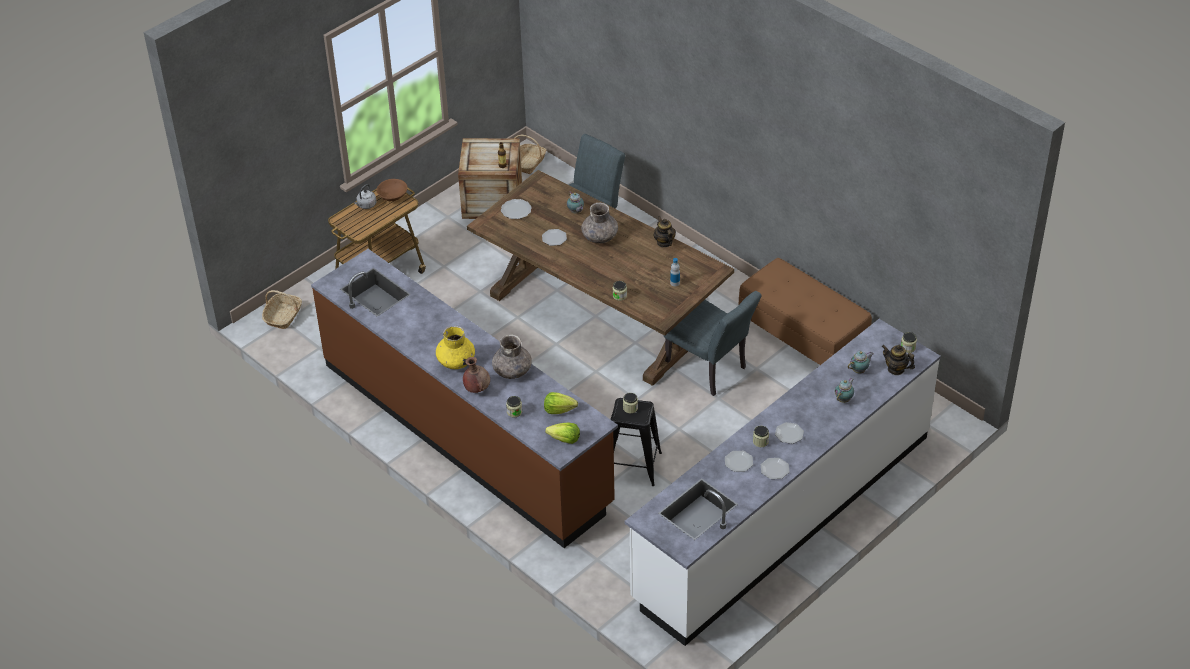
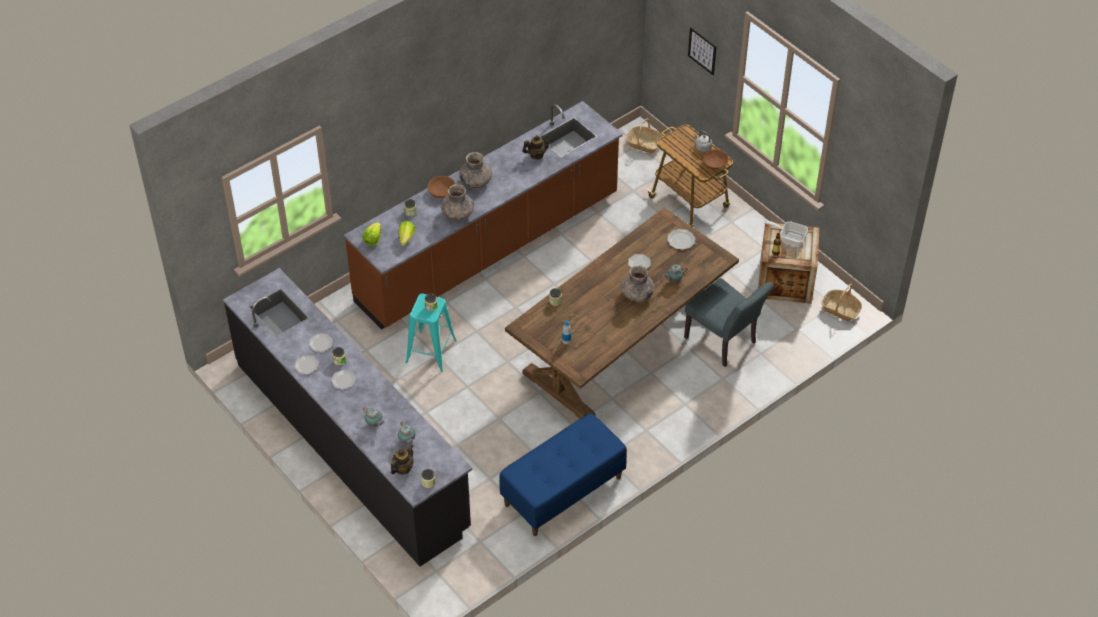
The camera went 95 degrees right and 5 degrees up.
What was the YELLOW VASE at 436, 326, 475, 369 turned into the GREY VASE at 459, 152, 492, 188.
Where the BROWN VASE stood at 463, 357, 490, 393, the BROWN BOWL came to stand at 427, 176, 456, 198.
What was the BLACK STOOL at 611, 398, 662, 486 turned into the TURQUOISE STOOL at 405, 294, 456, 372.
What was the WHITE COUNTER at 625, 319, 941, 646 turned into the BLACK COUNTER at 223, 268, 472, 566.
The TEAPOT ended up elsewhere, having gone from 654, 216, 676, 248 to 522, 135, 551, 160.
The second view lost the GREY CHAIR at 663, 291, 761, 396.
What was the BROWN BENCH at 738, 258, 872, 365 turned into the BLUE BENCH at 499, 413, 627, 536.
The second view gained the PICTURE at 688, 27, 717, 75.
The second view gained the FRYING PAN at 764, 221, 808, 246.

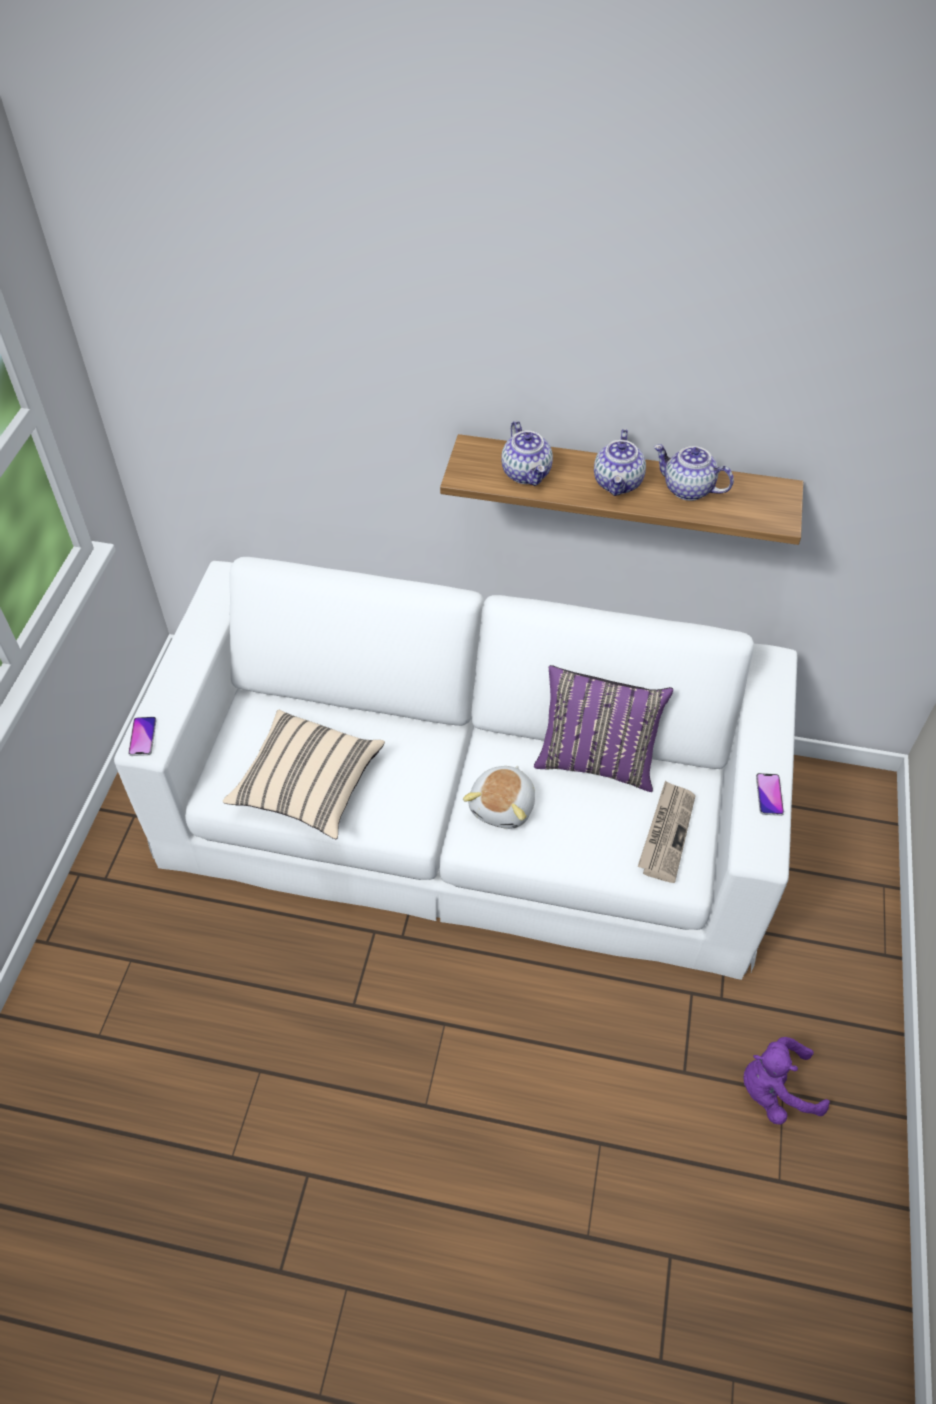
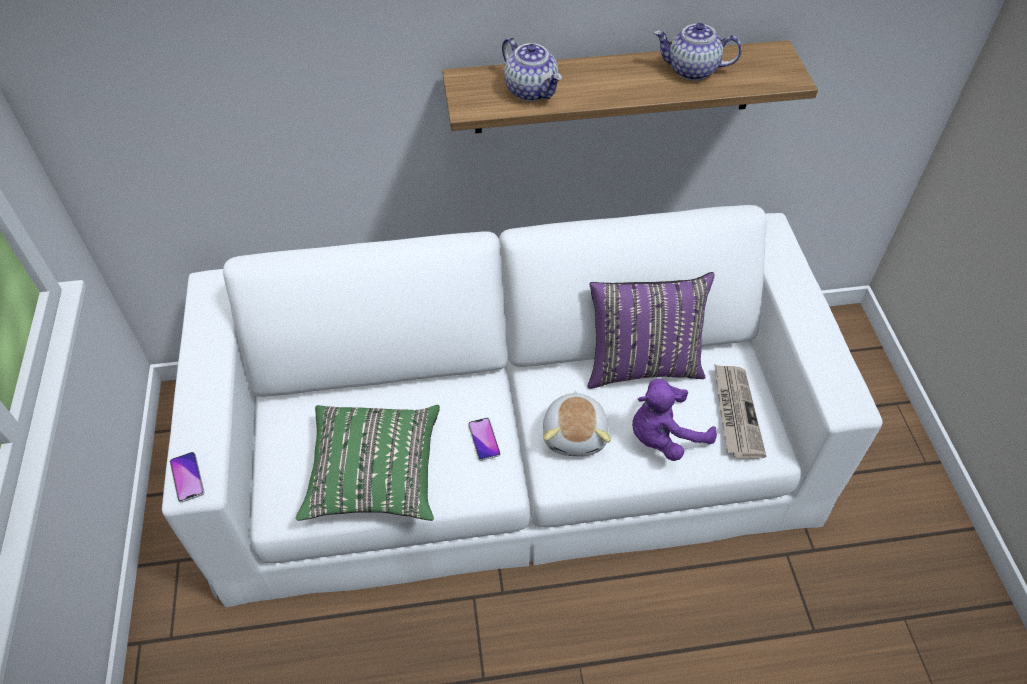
The camera went 20 degrees left and 0 degrees up.
What was the BEIGE PILLOW at 223, 710, 385, 839 turned into the GREEN PILLOW at 296, 405, 440, 521.
The second view lost the TEAPOT at 594, 429, 646, 496.
The PURPLE PLUSH TOY ended up elsewhere, having gone from 743, 1037, 830, 1125 to 632, 379, 717, 461.
The PHONE ended up elsewhere, having gone from 756, 773, 784, 816 to 468, 418, 500, 461.

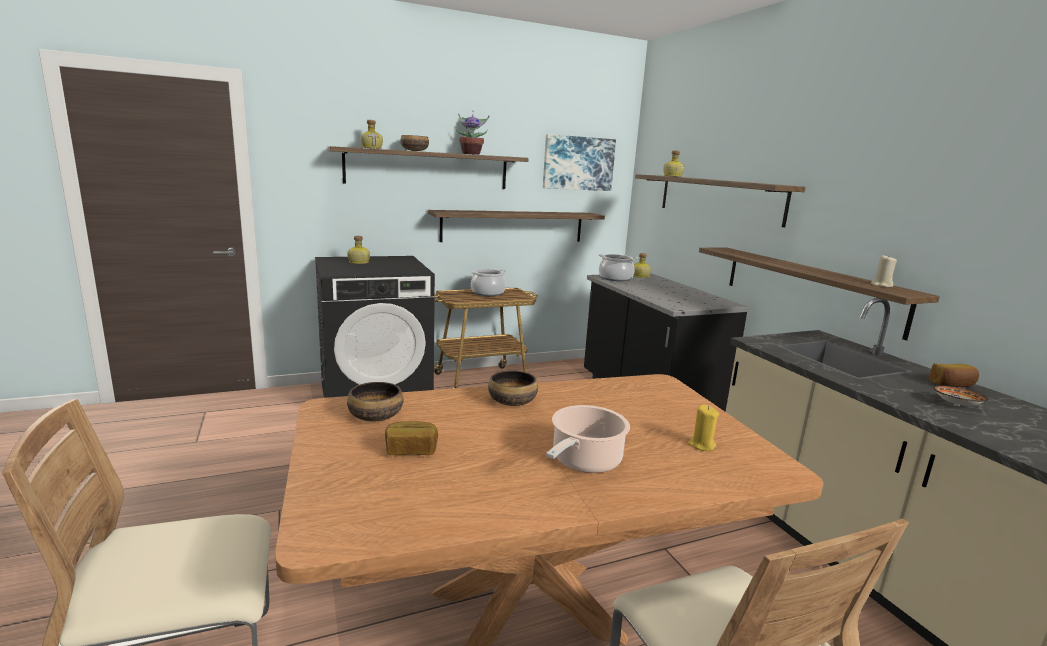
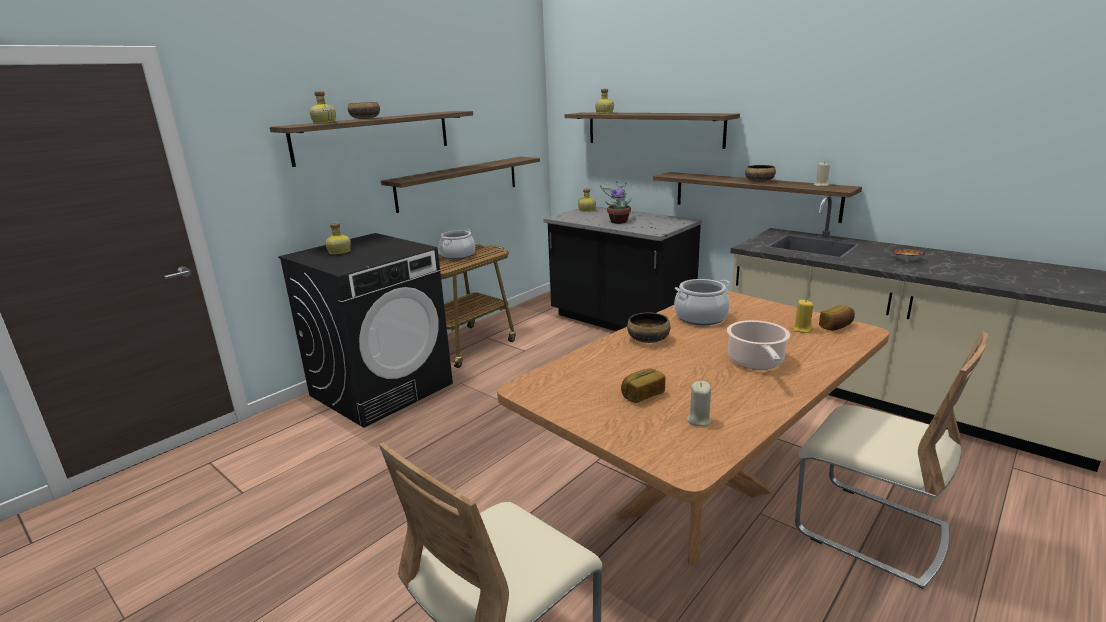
The camera went 25 degrees left and 5 degrees up.
The BOWL ended up elsewhere, having gone from 347, 382, 403, 421 to 745, 165, 776, 182.
The POTTED PLANT ended up elsewhere, having gone from 456, 114, 489, 155 to 600, 182, 632, 224.
The second view lost the PICTURE at 543, 134, 616, 191.
The COOKING POT ended up elsewhere, having gone from 598, 254, 638, 281 to 674, 279, 730, 325.
The BREAD ended up elsewhere, having gone from 929, 364, 979, 387 to 819, 305, 855, 331.
The second view gained the BEIGE CANDLE at 687, 381, 712, 427.

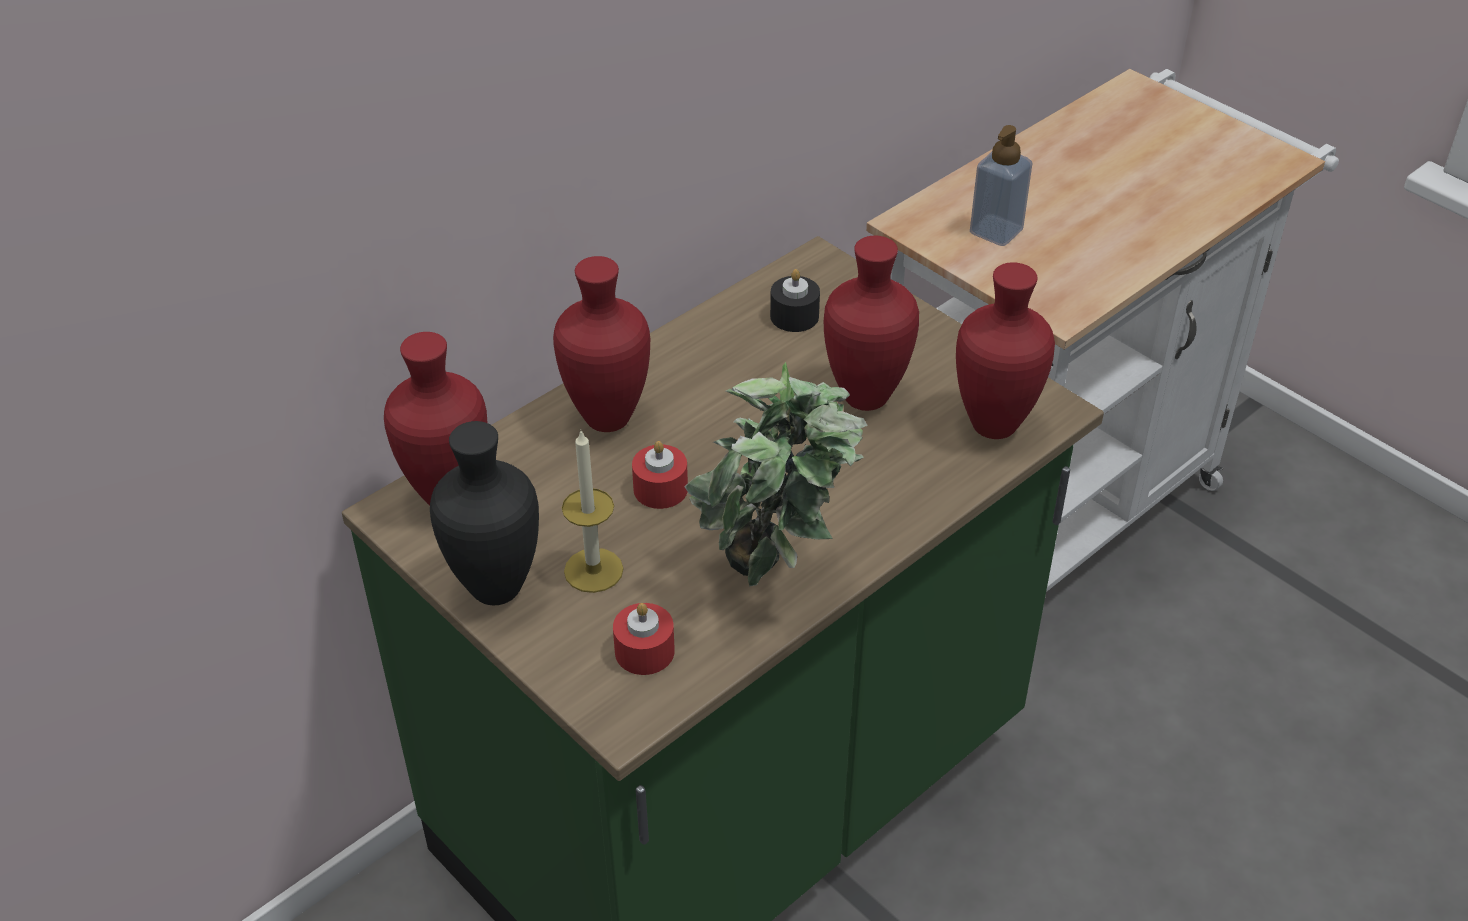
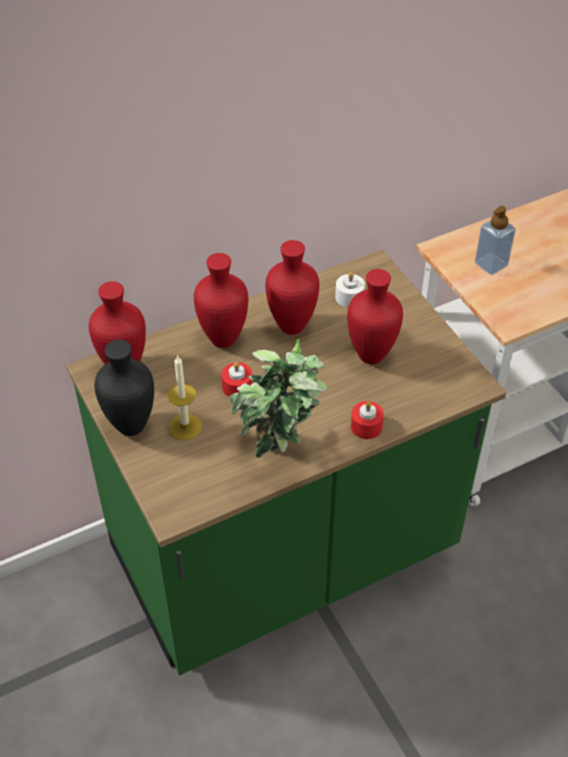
The camera went 15 degrees right and 5 degrees up.
The RED CANDLE ended up elsewhere, having gone from 613, 603, 675, 675 to 351, 401, 384, 439.
What was the BLACK CANDLE at 770, 269, 820, 332 turned into the WHITE CANDLE at 335, 272, 365, 307.
The RED VASE ended up elsewhere, having gone from 956, 262, 1055, 439 to 265, 240, 319, 335.

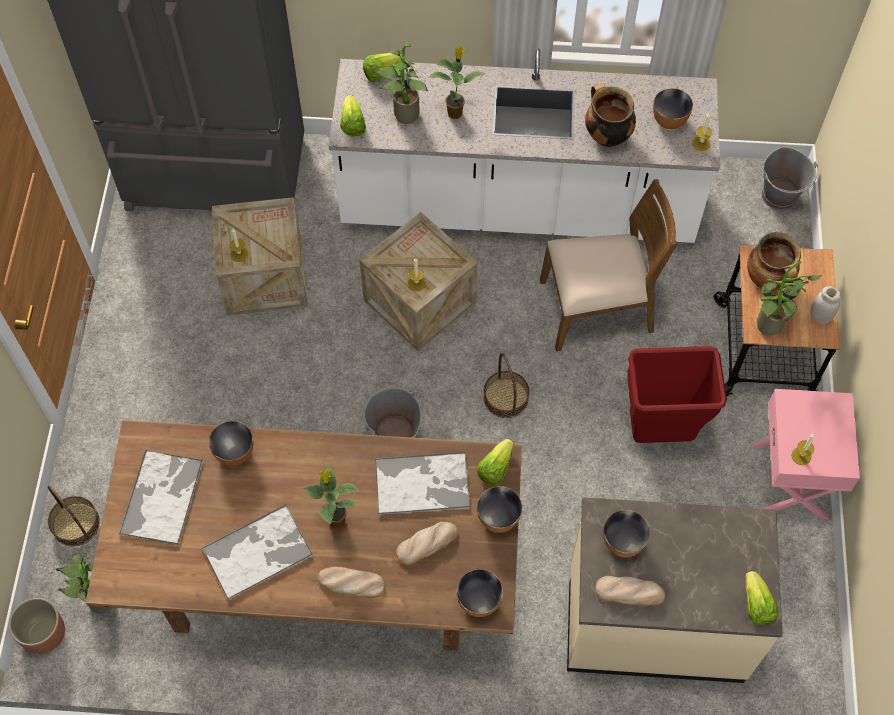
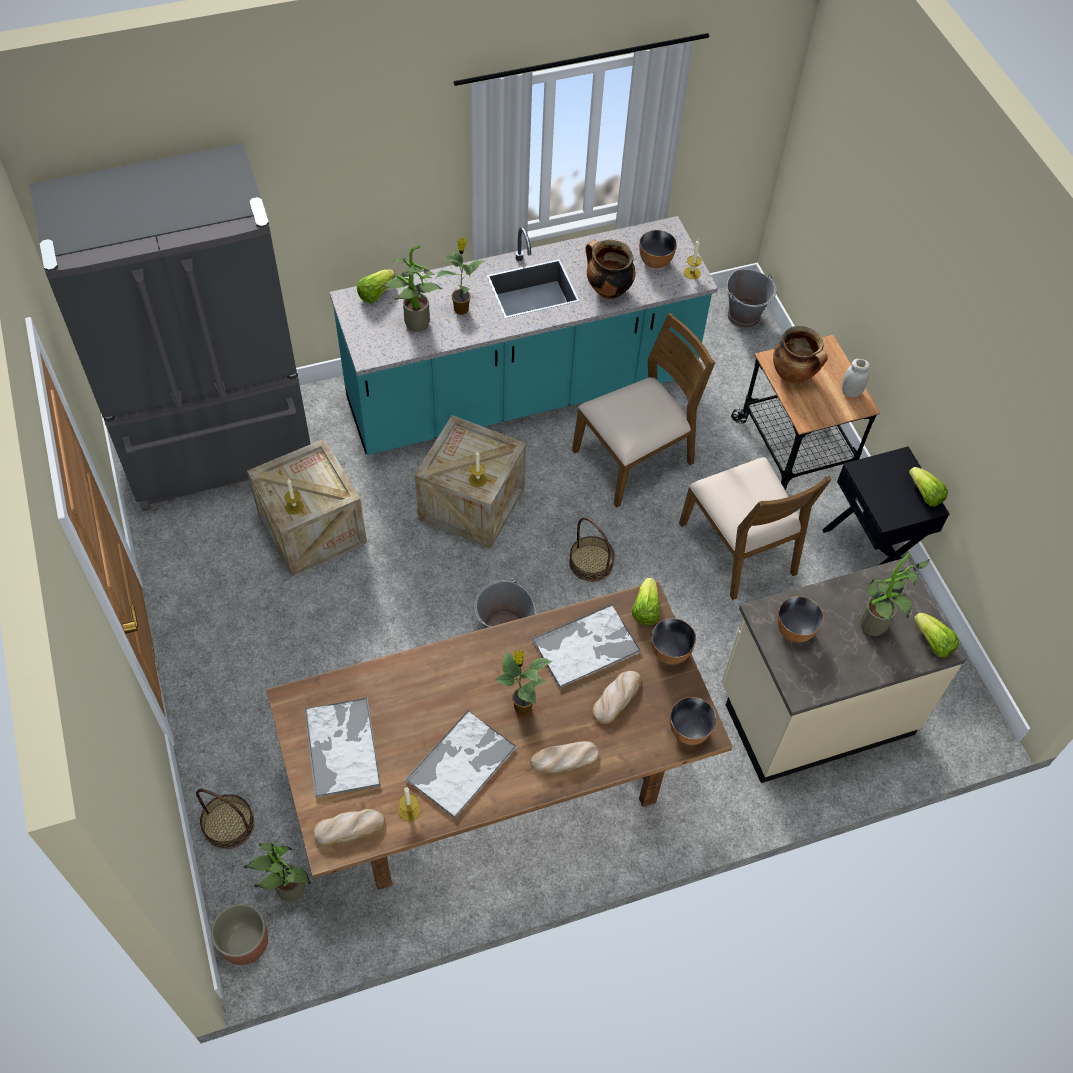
The camera went 25 degrees left and 5 degrees down.
The second view lost the BOWL at 209, 421, 253, 466.
What was the WHITE COUNTER at 329, 48, 720, 243 turned into the TURQUOISE COUNTER at 330, 216, 718, 455.
The LETTUCE ended up elsewhere, having gone from 340, 95, 366, 137 to 909, 467, 948, 506.
The BREAD ended up elsewhere, having gone from 595, 576, 665, 607 to 313, 809, 385, 846.
Where the RED TRASH CAN stood at 628, 346, 727, 443, the BROWN CHAIR came to stand at 679, 457, 832, 600.
What was the PINK NIGHTSTAND at 752, 389, 860, 519 turned into the BLACK NIGHTSTAND at 822, 446, 949, 571.
The POTTED PLANT ended up elsewhere, having gone from 757, 261, 822, 336 to 860, 553, 930, 636.
The CANDLE ended up elsewhere, having gone from 791, 434, 815, 465 to 398, 787, 420, 821.

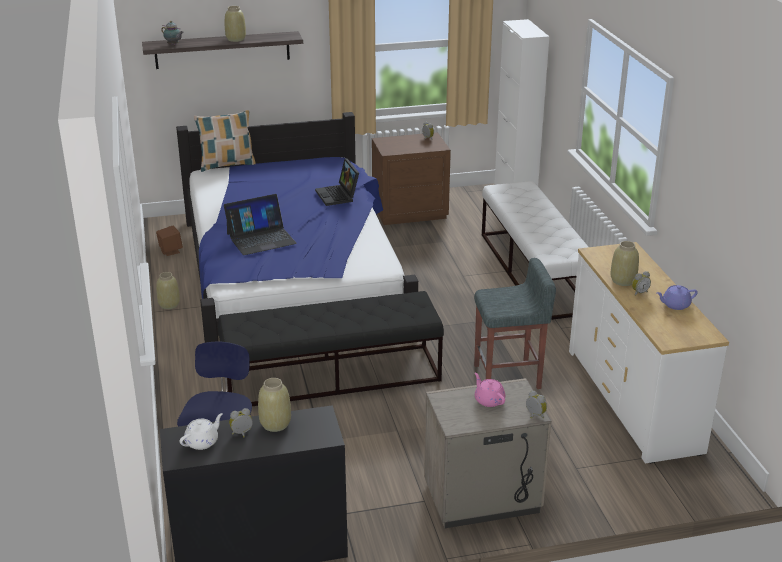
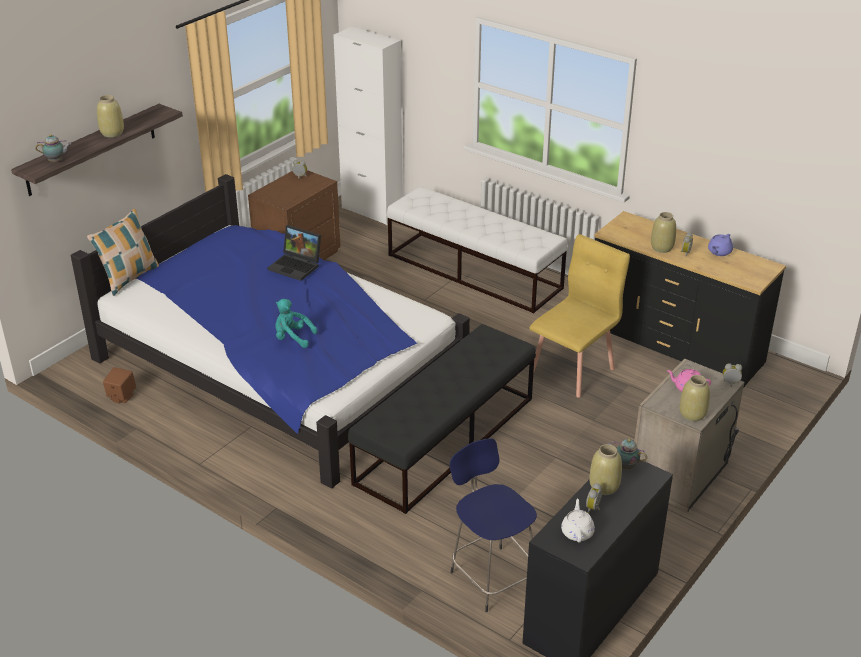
The camera went 40 degrees left and 5 degrees up.
The BEIGE VASE ended up elsewhere, having gone from 156, 272, 180, 309 to 680, 375, 710, 422.
Where the LAPTOP stood at 224, 194, 297, 255, the TURQUOISE PLUSH TOY came to stand at 275, 299, 317, 348.
Where the GREY STOOL stood at 474, 258, 556, 389, the YELLOW CHAIR came to stand at 529, 234, 630, 398.
What was the WHITE DRESSER at 569, 242, 729, 464 turned into the BLACK DRESSER at 594, 211, 786, 387.
The second view gained the TEAPOT at 607, 439, 647, 469.

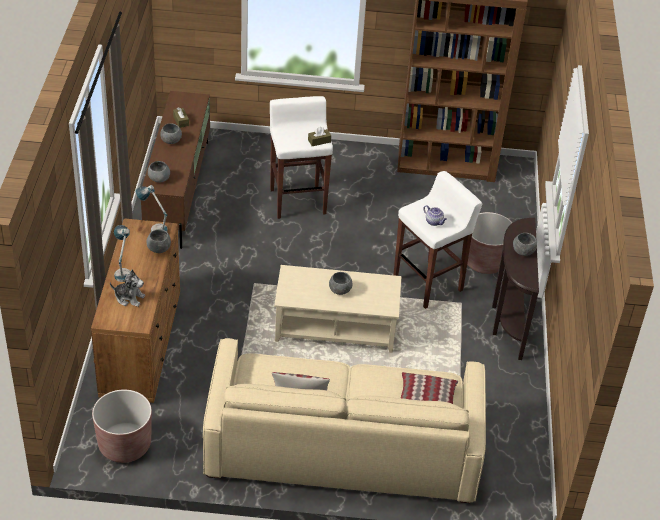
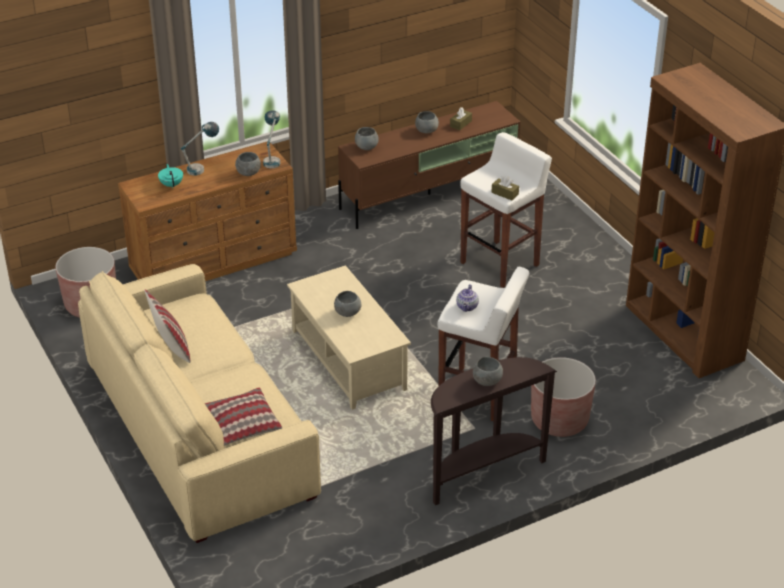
The camera went 60 degrees right and 5 degrees down.
Where the PLUSH TOY stood at 110, 270, 145, 307, the TURQUOISE TEAPOT came to stand at 158, 164, 183, 188.

